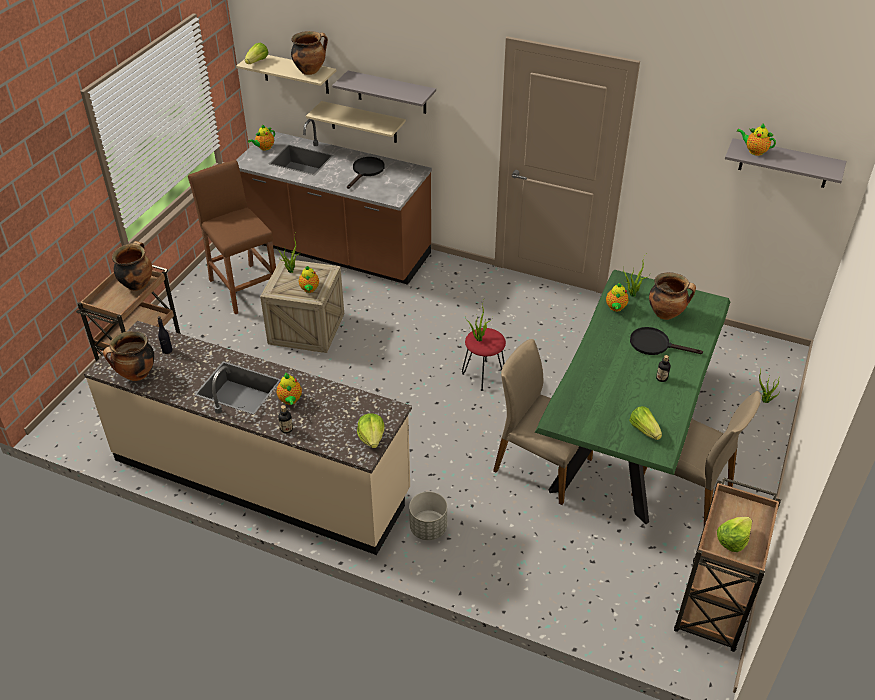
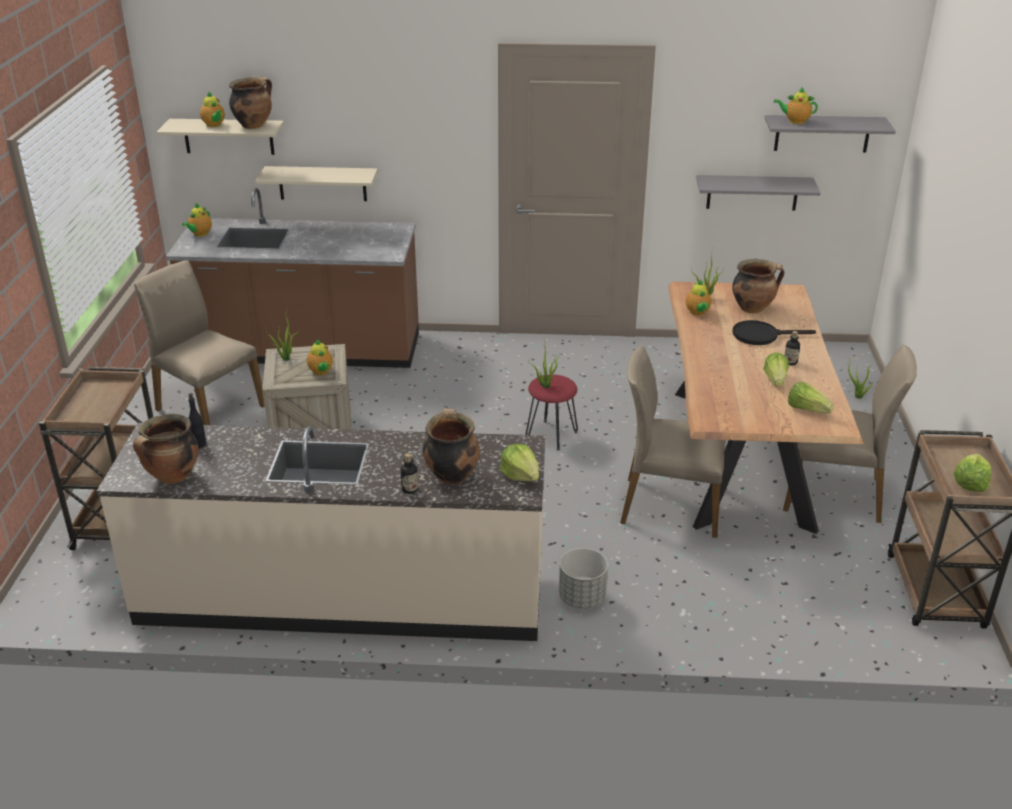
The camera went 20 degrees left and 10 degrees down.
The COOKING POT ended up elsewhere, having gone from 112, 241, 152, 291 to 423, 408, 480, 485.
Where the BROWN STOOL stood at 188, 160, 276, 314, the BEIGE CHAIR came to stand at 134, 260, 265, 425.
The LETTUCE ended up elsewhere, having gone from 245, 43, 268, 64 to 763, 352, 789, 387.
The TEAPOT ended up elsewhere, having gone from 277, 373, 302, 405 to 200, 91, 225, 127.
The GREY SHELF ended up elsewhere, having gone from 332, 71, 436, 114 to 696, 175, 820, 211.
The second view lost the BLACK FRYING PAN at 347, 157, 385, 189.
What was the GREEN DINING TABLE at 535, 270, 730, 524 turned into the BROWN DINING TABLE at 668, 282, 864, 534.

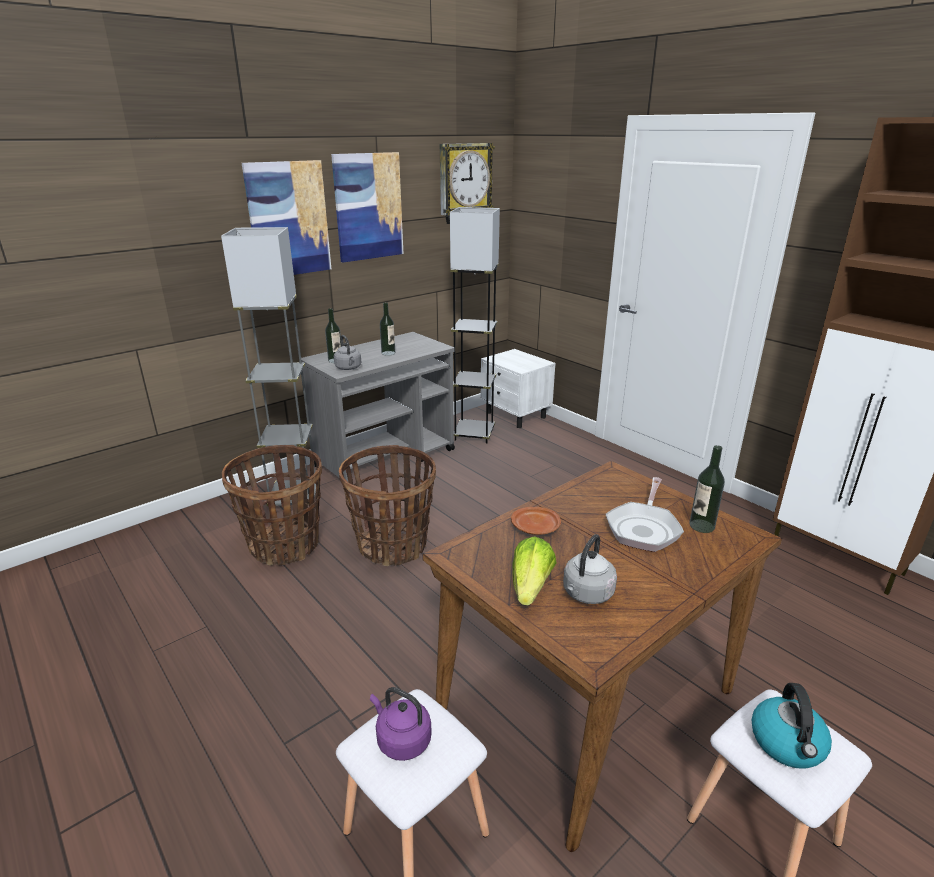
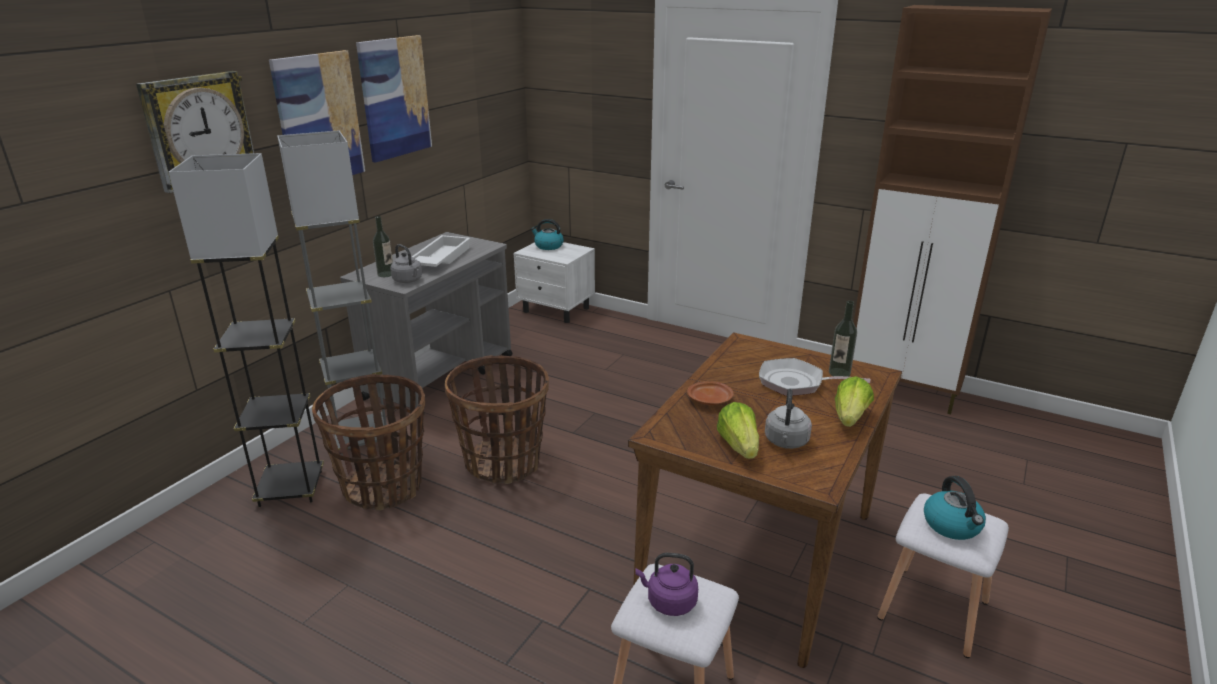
The camera went 20 degrees left and 0 degrees up.
Where the BOTTLE stood at 380, 302, 395, 356, the WHITE TRAY came to stand at 412, 235, 471, 267.
The WALL CLOCK ended up elsewhere, having gone from 440, 143, 495, 224 to 136, 71, 254, 193.
The GREY FLOOR LAMP ended up elsewhere, having gone from 450, 207, 500, 444 to 168, 153, 324, 507.
The FRYING PAN at 606, 477, 684, 552 ended up facing another way, 105 degrees clockwise from before.
The second view gained the KETTLE at 530, 219, 564, 250.
The second view gained the LETTUCE at 835, 376, 874, 427.

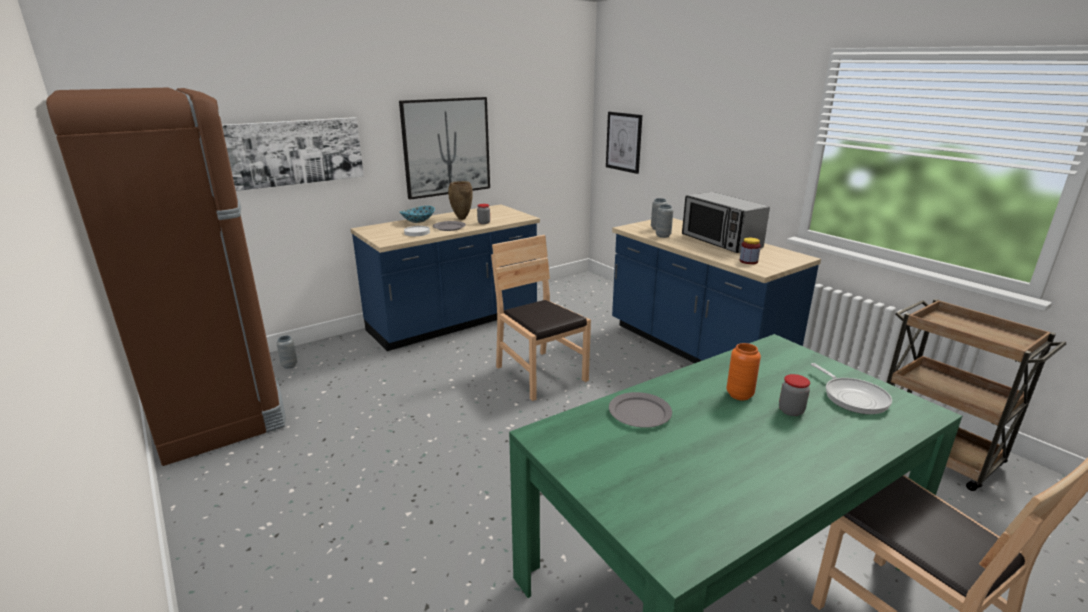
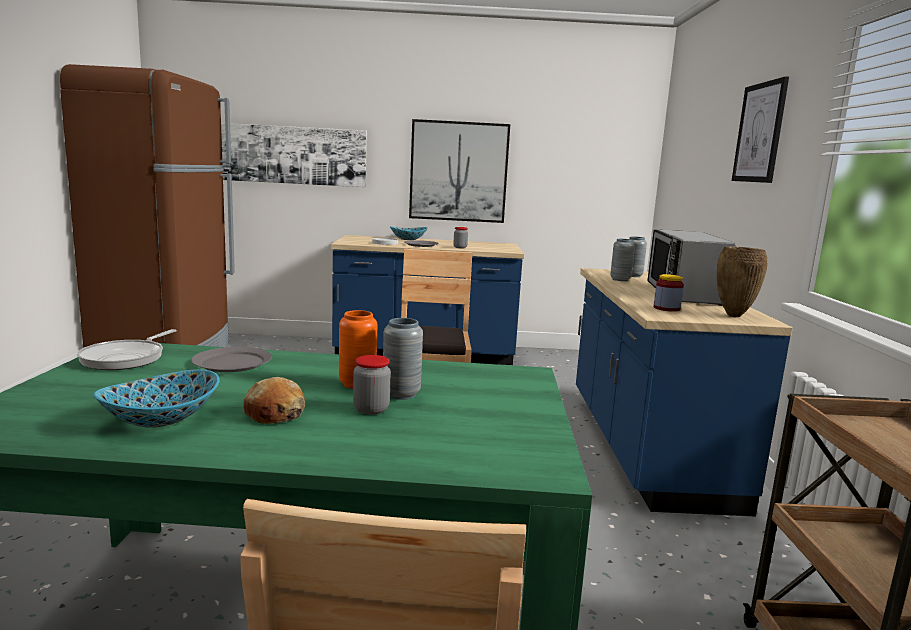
The camera went 35 degrees right and 10 degrees down.
The GREY VASE ended up elsewhere, having gone from 276, 336, 297, 369 to 383, 318, 423, 400.
The BROWN VASE ended up elsewhere, having gone from 448, 181, 473, 220 to 717, 246, 767, 317.
The PICTURE ended up elsewhere, having gone from 606, 112, 642, 174 to 732, 76, 789, 183.
The FRYING PAN ended up elsewhere, having gone from 811, 363, 892, 414 to 77, 329, 177, 370.
The second view gained the BOWL at 93, 369, 220, 428.
The second view gained the BREAD at 243, 377, 305, 424.

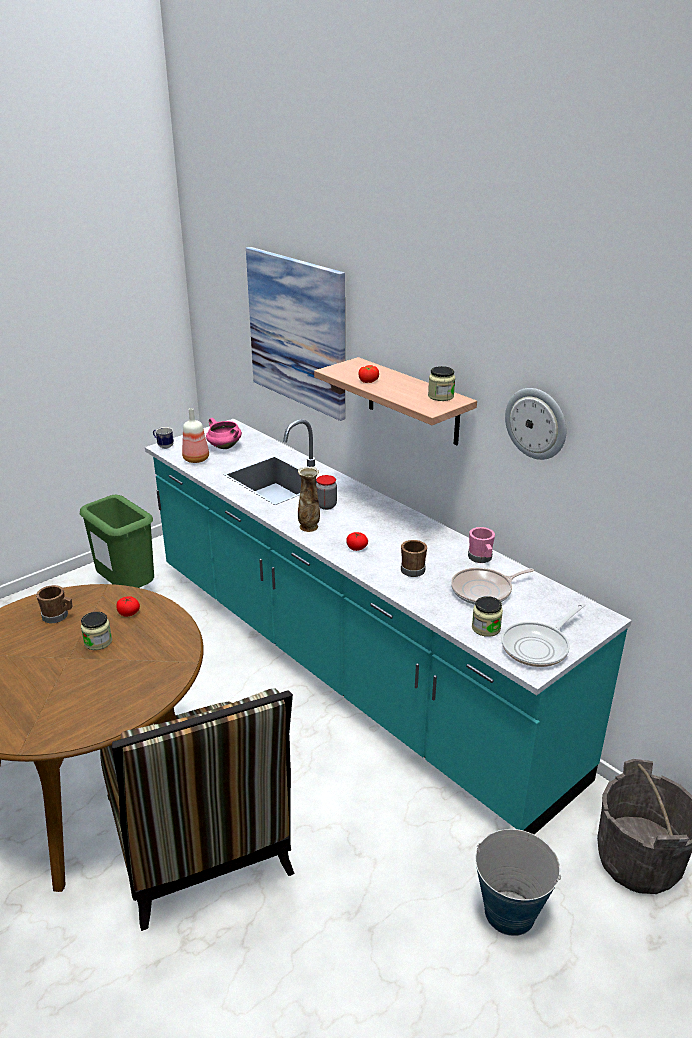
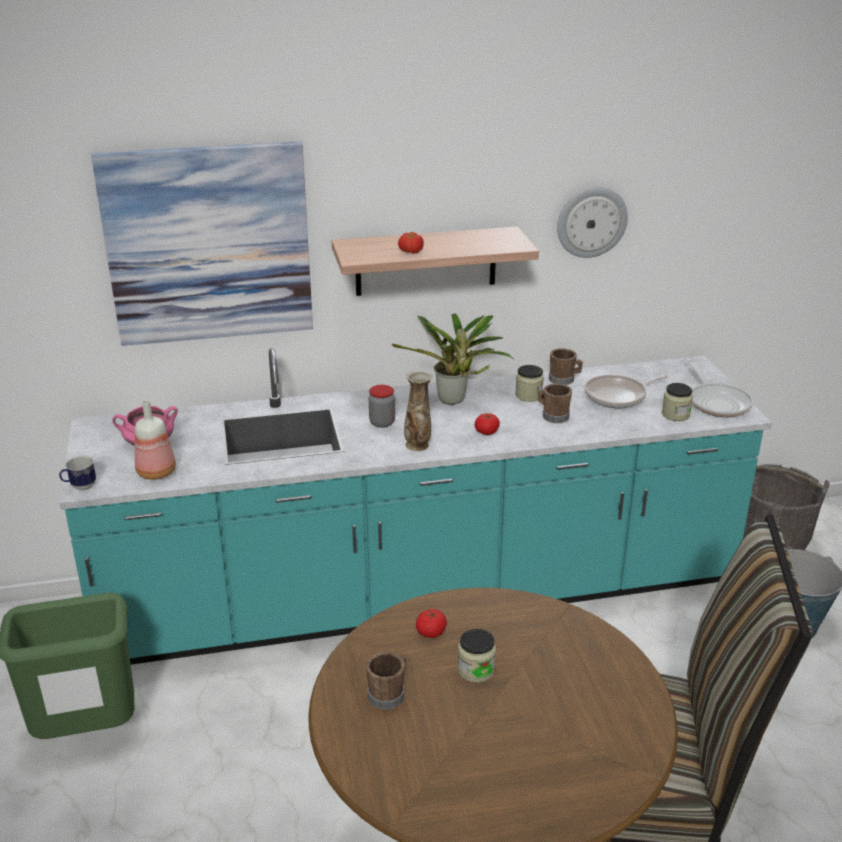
The camera went 60 degrees left and 0 degrees up.
The JAR ended up elsewhere, having gone from 428, 366, 455, 401 to 515, 365, 544, 402.
The FRYING PAN at 451, 568, 534, 605 ended up facing another way, 60 degrees clockwise from before.
What was the PINK MUG at 468, 527, 495, 563 turned into the BROWN MUG at 549, 348, 583, 385.
The second view gained the POTTED PLANT at 392, 313, 514, 405.

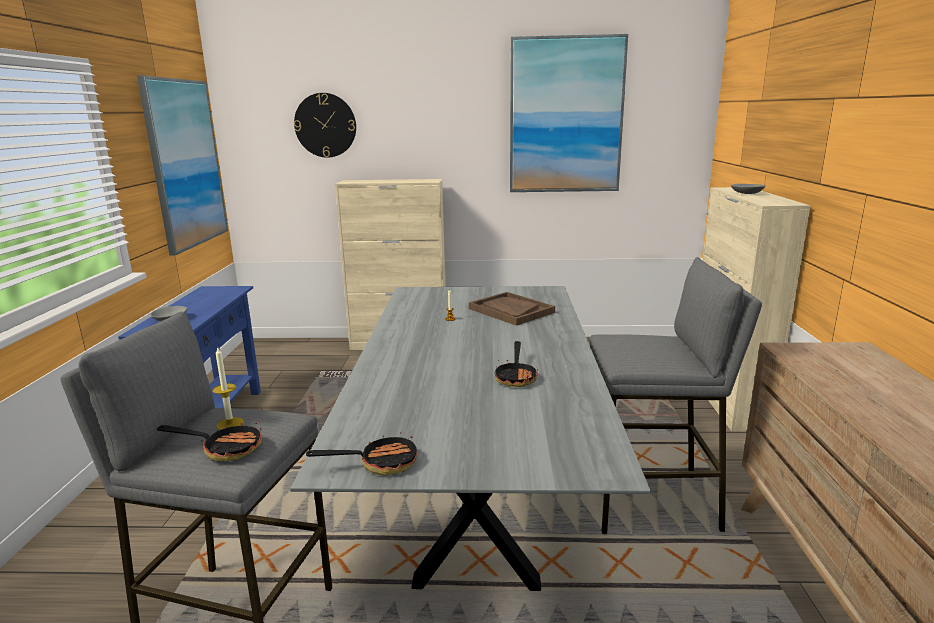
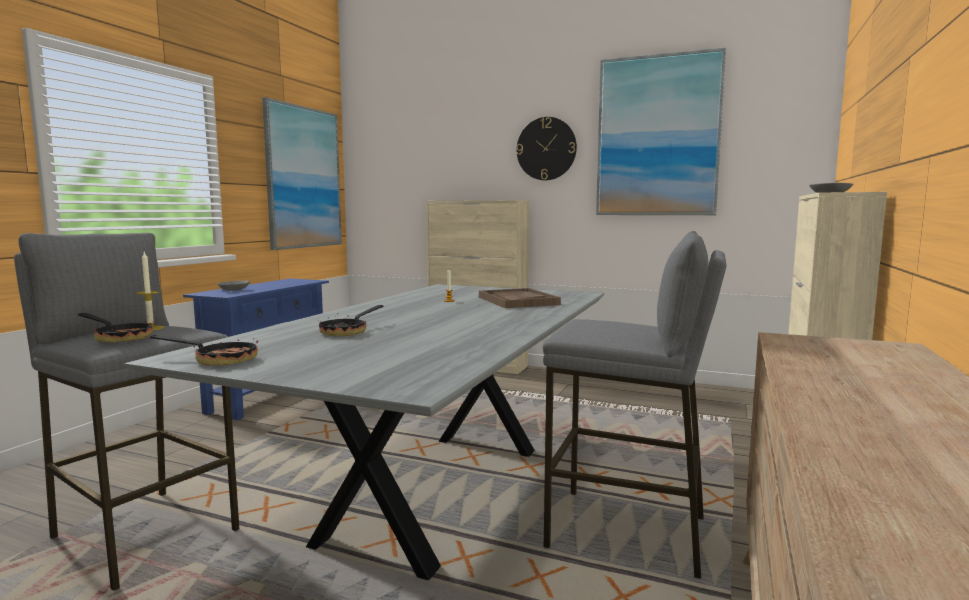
The camera went 20 degrees right and 10 degrees down.
The WALL CLOCK ended up elsewhere, having gone from 294, 93, 356, 158 to 516, 117, 577, 180.
The FRYING PAN ended up elsewhere, having gone from 495, 341, 538, 387 to 319, 305, 383, 336.

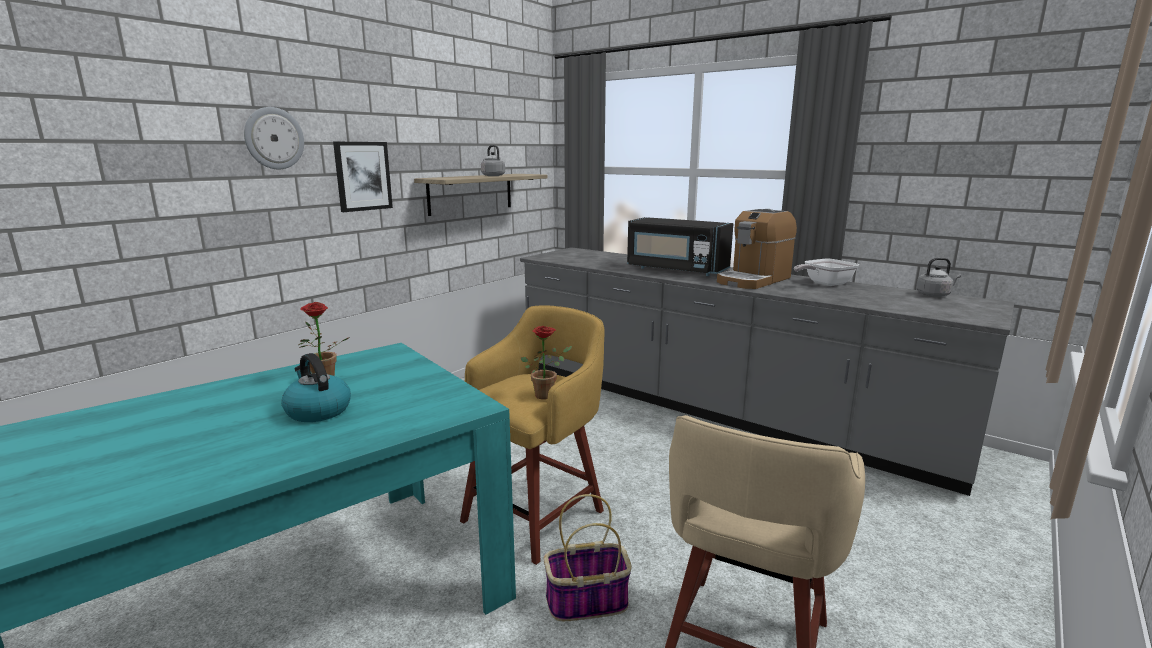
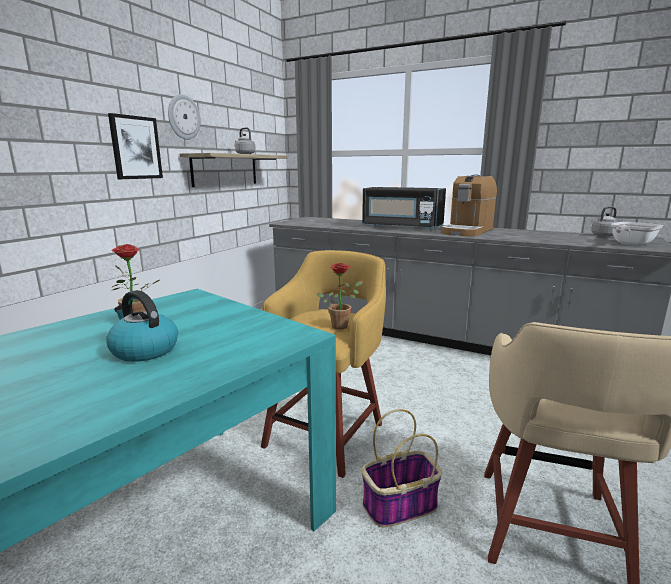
The camera went 10 degrees left and 0 degrees up.
The WALL CLOCK ended up elsewhere, having gone from 244, 107, 304, 169 to 168, 94, 201, 140.
The FRYING PAN ended up elsewhere, having gone from 794, 259, 859, 286 to 611, 222, 663, 246.

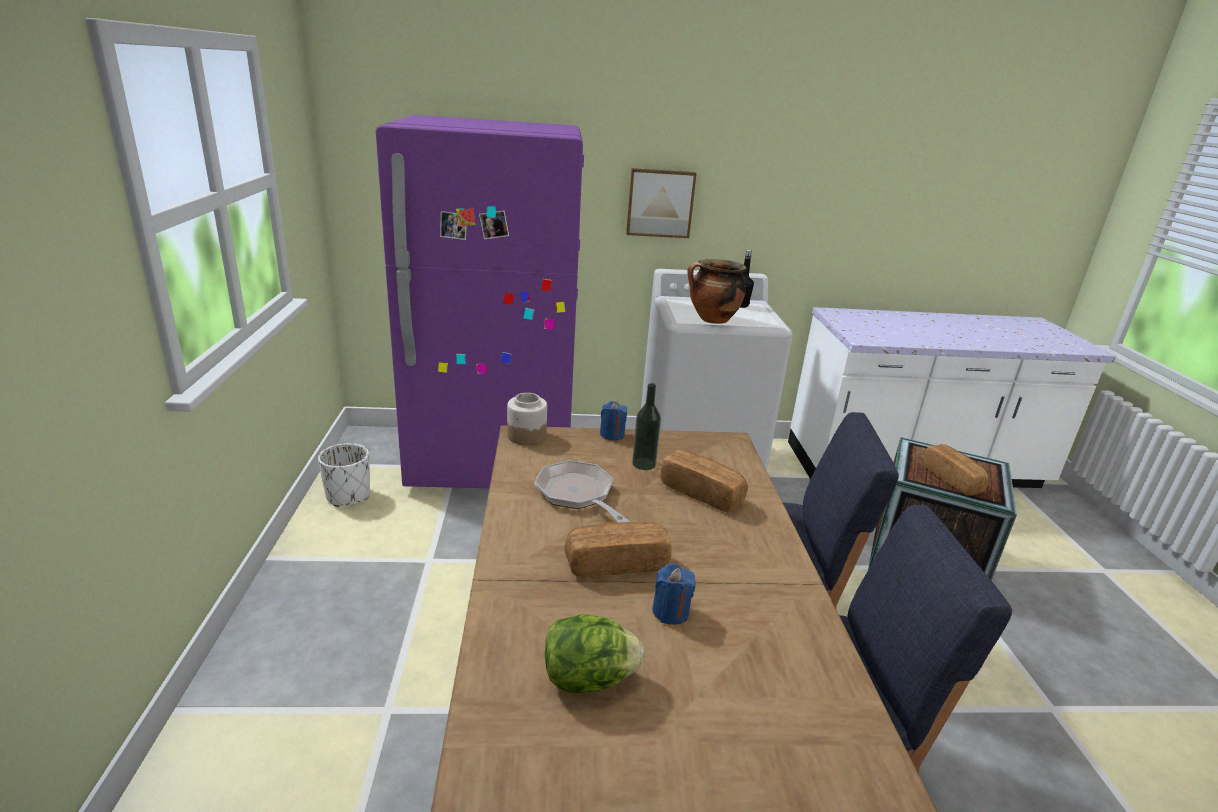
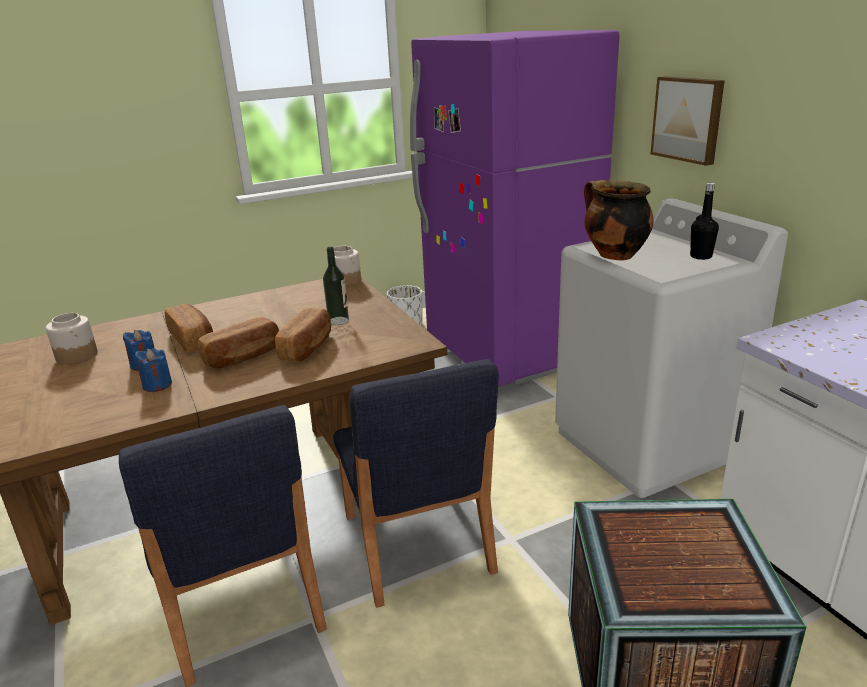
The camera went 70 degrees right and 0 degrees up.
The second view lost the FRYING PAN at 534, 460, 630, 522.
Where the LETTUCE stood at 544, 614, 644, 693, the JAR came to stand at 46, 313, 98, 365.
The BLUE CANDLE ended up elsewhere, having gone from 600, 401, 627, 440 to 135, 348, 172, 392.
The BREAD ended up elsewhere, having gone from 923, 444, 990, 495 to 198, 317, 279, 369.

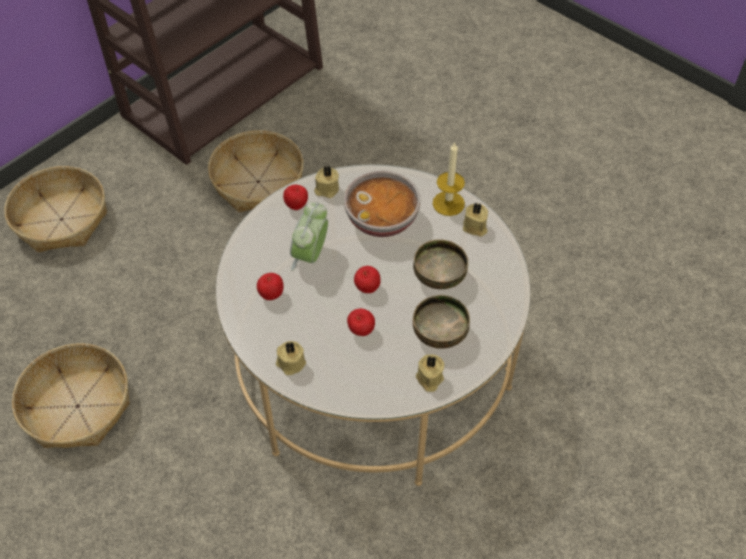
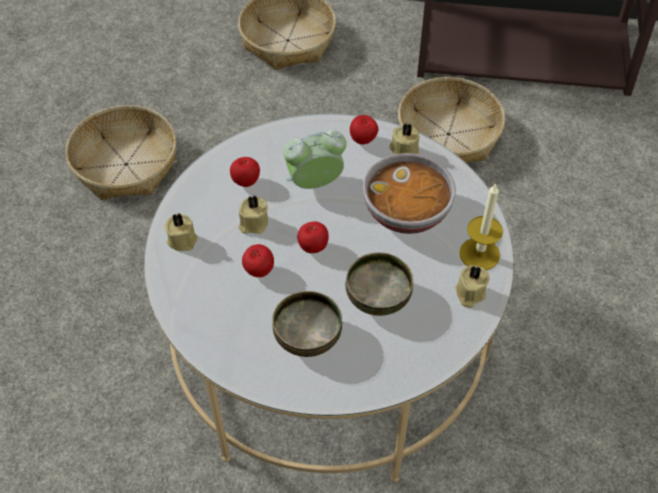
The camera went 55 degrees right and 0 degrees up.
The BEIGE CANDLE ended up elsewhere, having gone from 416, 354, 444, 392 to 238, 196, 268, 234.

